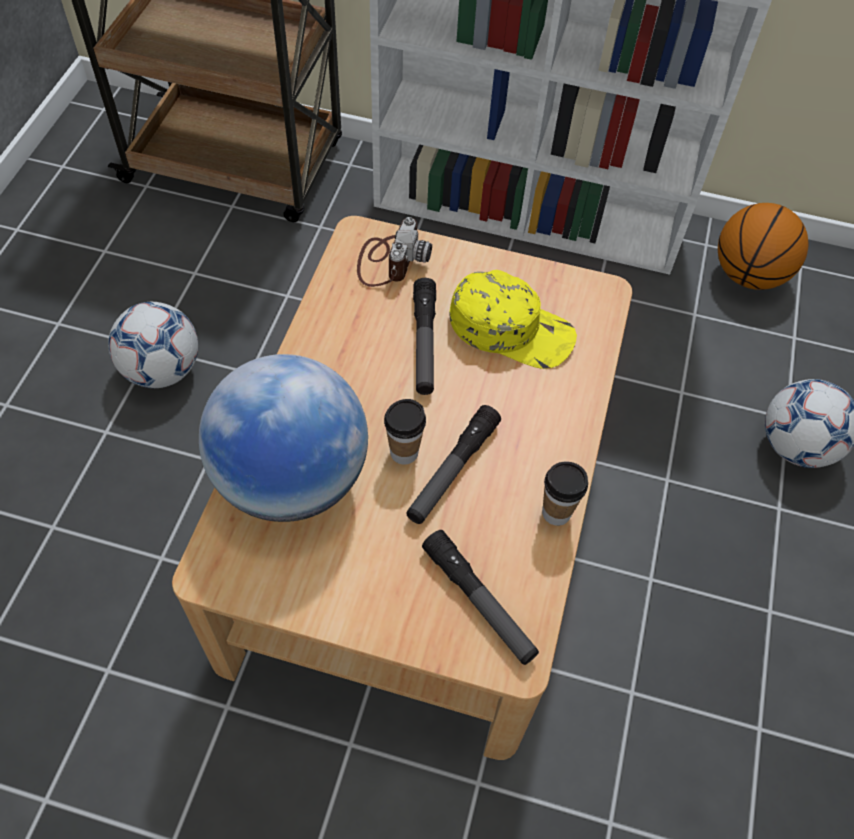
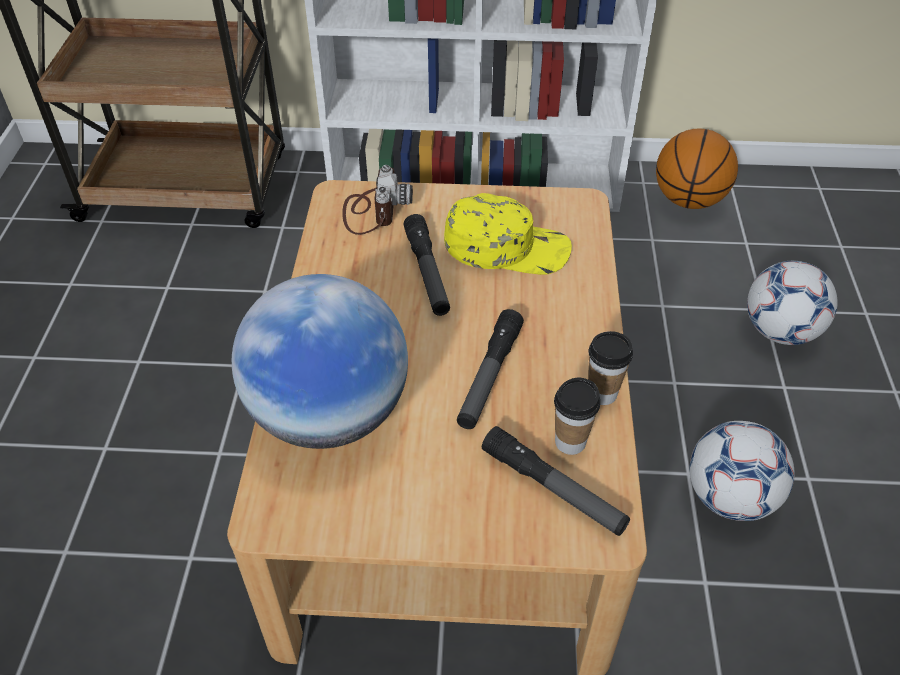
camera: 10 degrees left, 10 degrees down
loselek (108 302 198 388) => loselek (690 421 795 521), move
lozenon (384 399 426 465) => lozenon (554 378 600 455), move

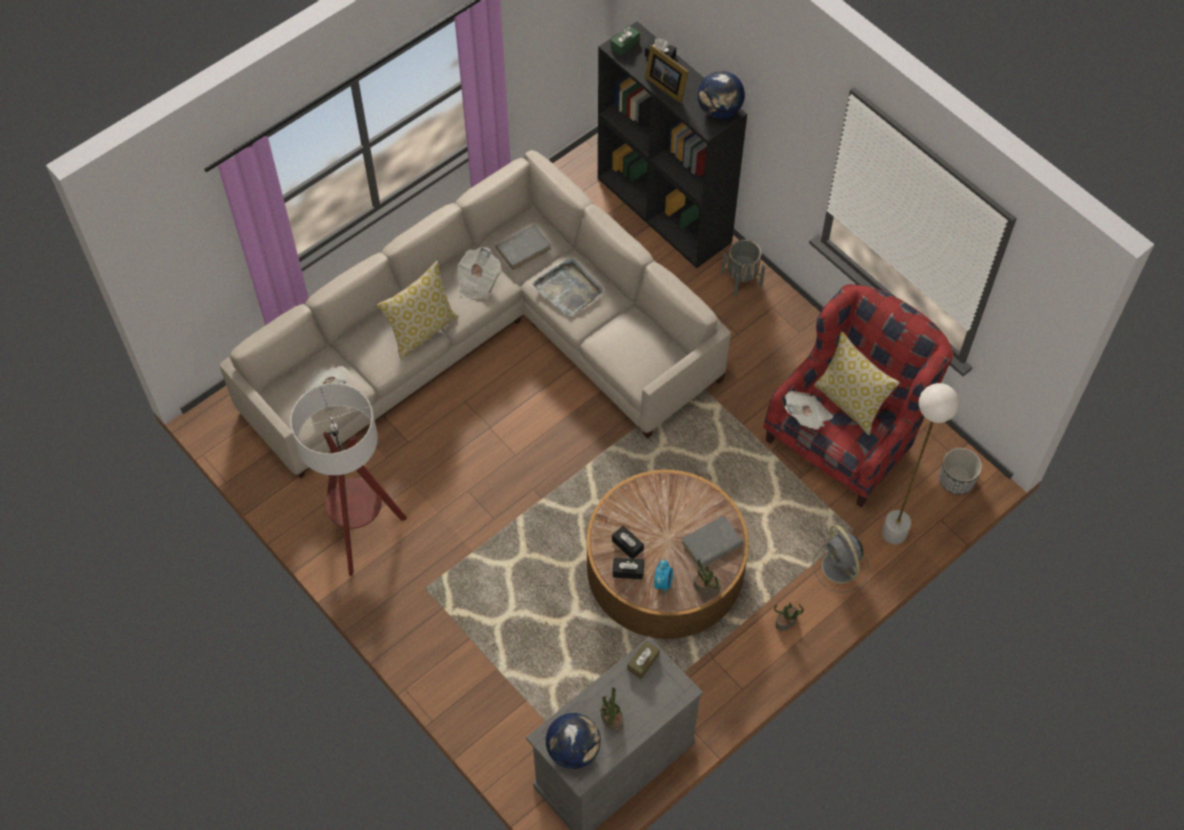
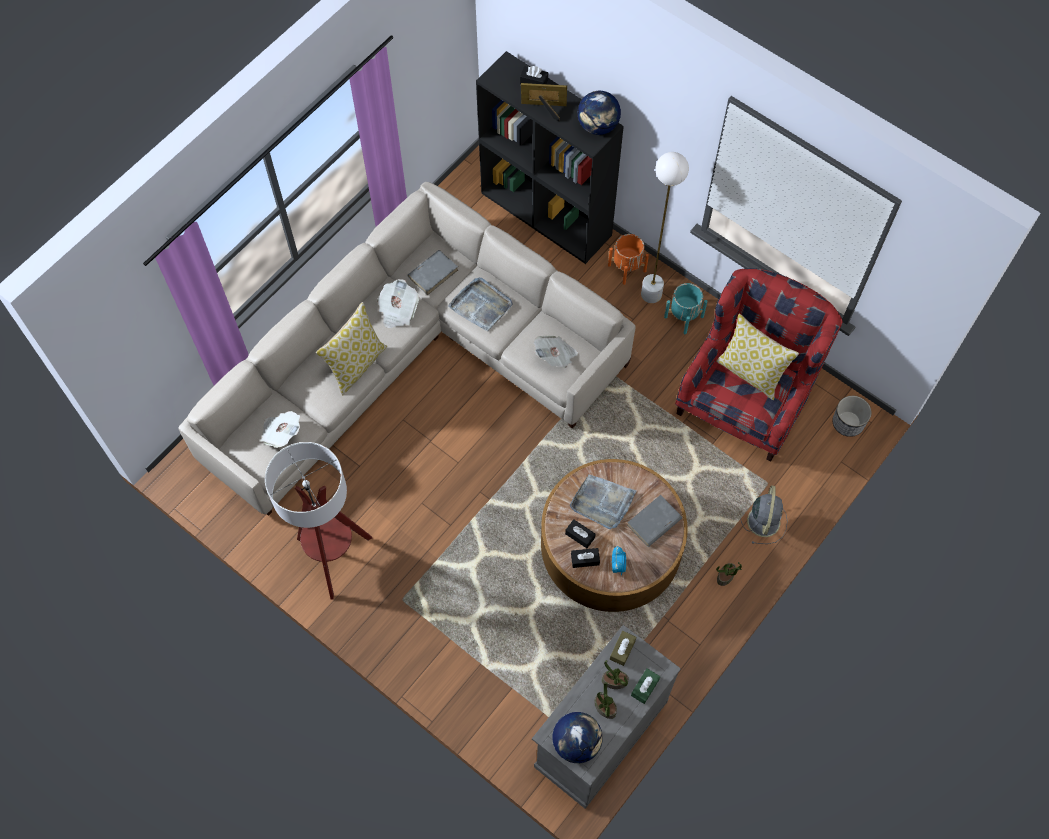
camera: 10 degrees left, 5 degrees up
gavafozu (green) (610 25 640 56) => gavafozu (green) (631 668 660 704), move
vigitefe (645 45 689 103) => vigitefe (521 83 567 121), 150 degrees clockwise
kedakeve (694 559 721 595) => kedakeve (602 660 629 689), move
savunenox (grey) (721 240 765 296) => savunenox (orange) (608 234 649 285)
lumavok (785 391 833 430) => lumavok (534 336 578 368), move
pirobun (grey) (813 525 870 593) => pirobun (grey) (740 485 788 544), 135 degrees counterclockwise
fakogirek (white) (882 383 959 544) => fakogirek (white) (641 152 689 303), move
nothing => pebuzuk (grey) (570 474 636 529)
nothing => savunenox (turquoise) (664 283 707 334)

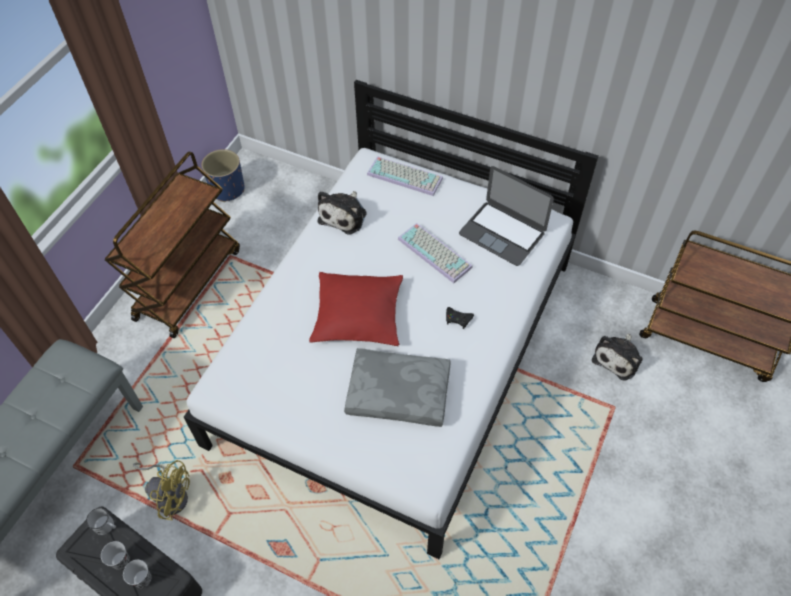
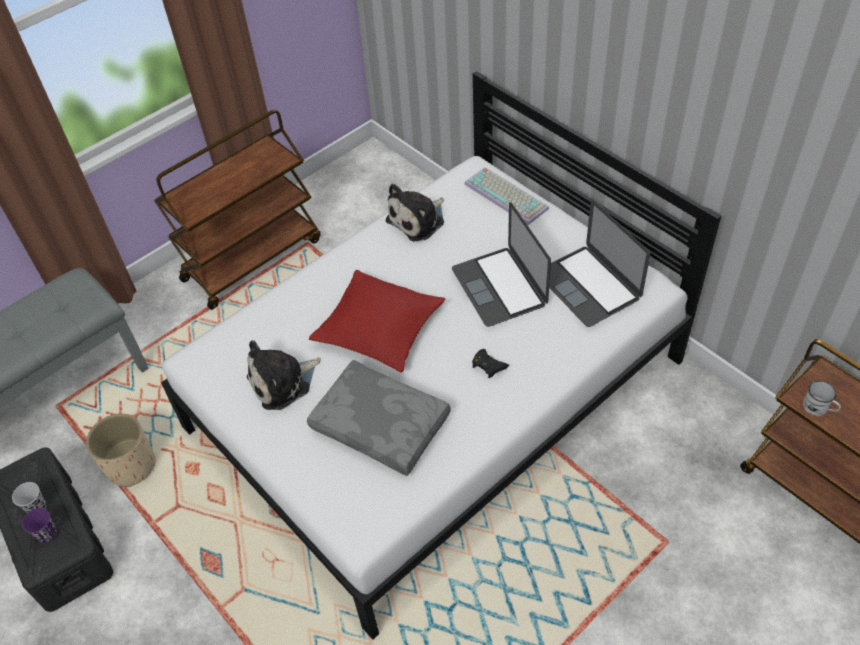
camera: 25 degrees right, 5 degrees down
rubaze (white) (86 508 116 535) => rubaze (white) (803 381 841 416), move
lozenon (black) (123 560 151 588) => lozenon (purple) (22 508 57 543)
pirobun (yellow) (133 460 190 520) => savunenox (beige) (86 414 156 487)
savunenox (blue) (202 149 245 202) => nothing
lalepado (398 223 473 283) => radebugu (452 202 551 327)
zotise (592 333 643 381) => zotise (247 340 321 410), move

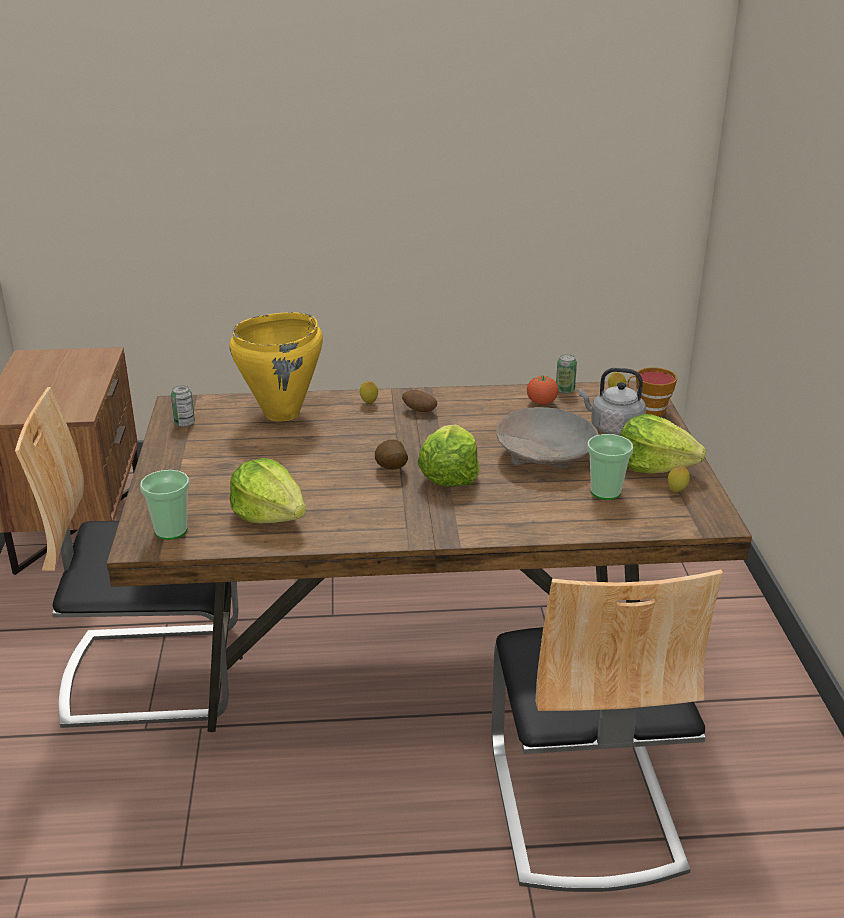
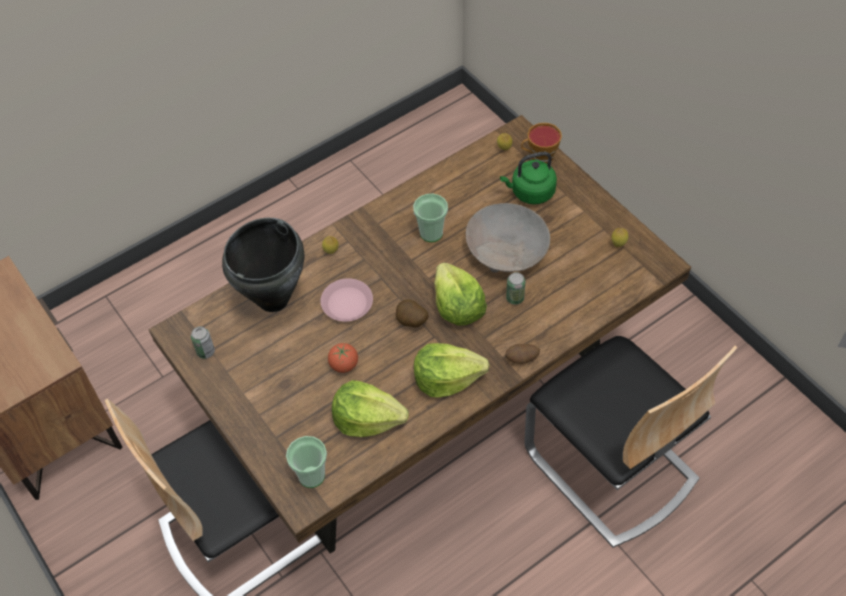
camera: 30 degrees left, 25 degrees up
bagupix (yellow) (230 312 323 421) => bagupix (black) (222 218 304 312)
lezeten (402 390 437 412) => lezeten (505 344 540 364), move
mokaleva (527 375 558 405) => mokaleva (328 343 358 373), move
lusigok (556 354 577 394) => lusigok (506 272 526 305), move
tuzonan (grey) (579 368 646 436) => tuzonan (green) (500 152 557 204)
lozenon (587 434 633 500) => lozenon (413 194 448 242), move
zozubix (620 414 706 474) => zozubix (414 343 490 397), move
nothing => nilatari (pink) (321 278 373 322)

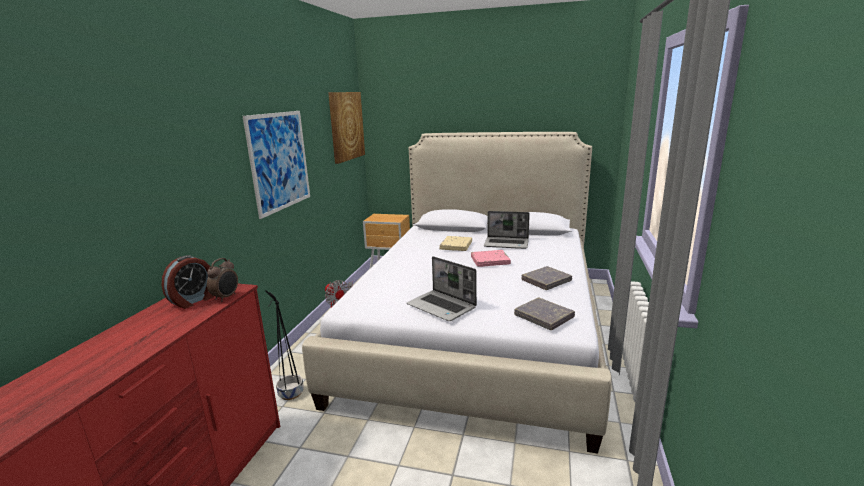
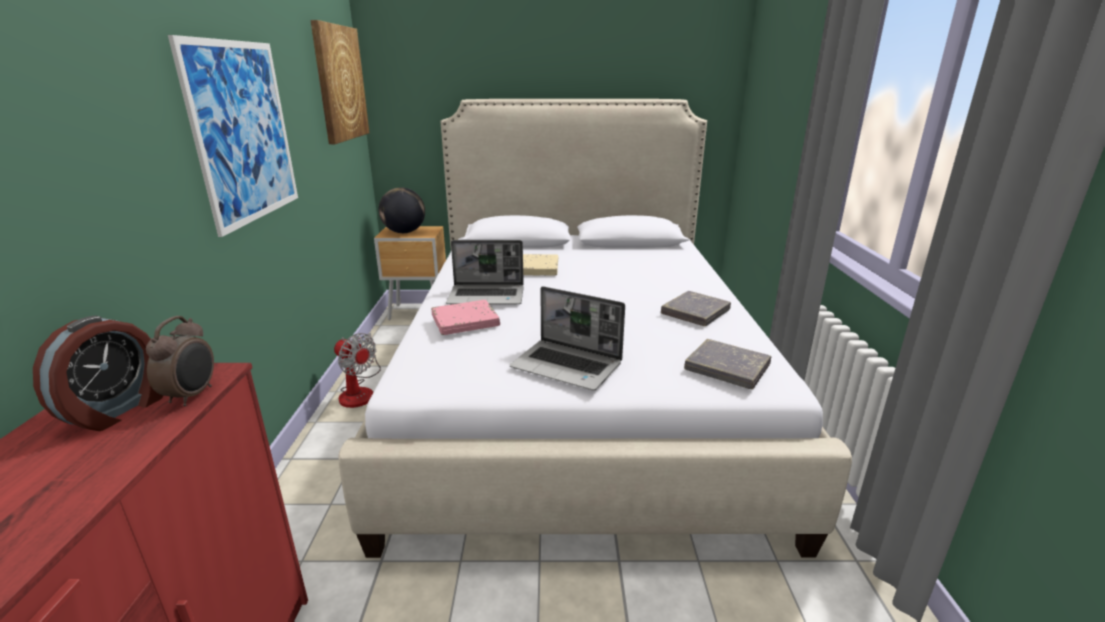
camera: 15 degrees left, 5 degrees up
savunenox (black) (265 290 304 400) => nothing
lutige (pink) (471 250 511 267) => lutige (pink) (431 300 500 335), move
radebugu (484 211 530 249) => radebugu (446 240 524 305), move
nothing => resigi (379 187 425 233)

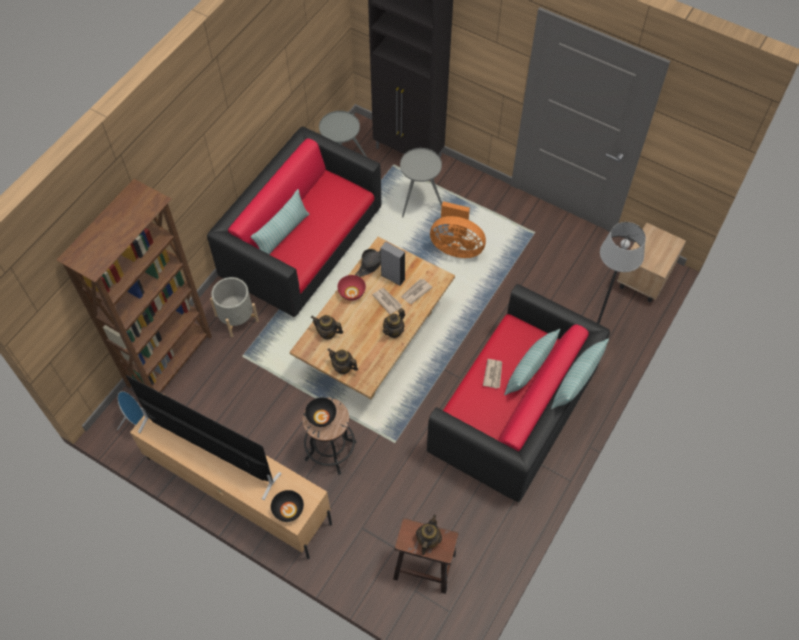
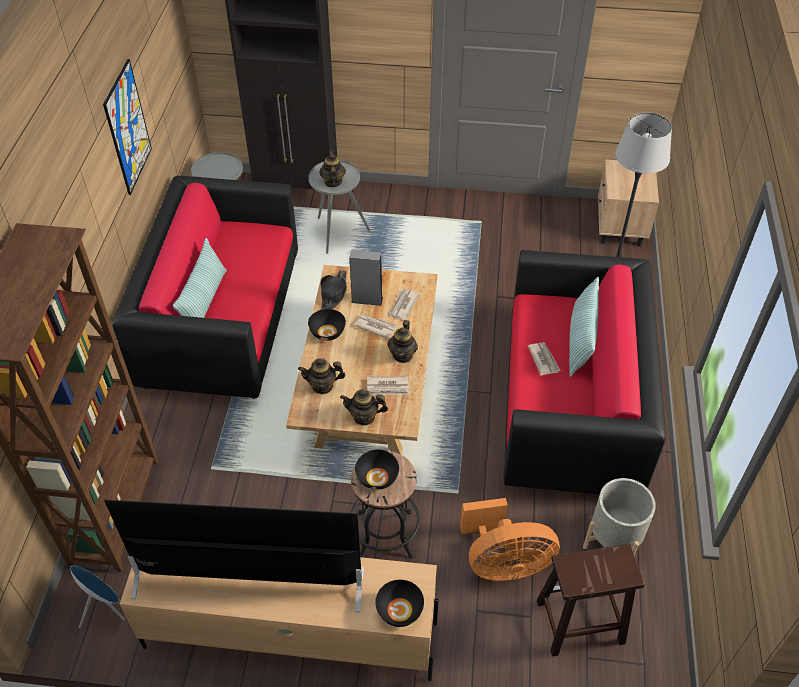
camera: 25 degrees left, 10 degrees down
savunenox (grey) (210 277 259 338) => savunenox (grey) (583 478 656 556), move
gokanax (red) (337 275 366 301) => gokanax (black) (308 309 346 341)
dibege (416 515 442 555) => dibege (319 151 346 187), move
pirobun (orange) (430 201 486 258) => pirobun (orange) (460 498 560 581), move
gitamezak (551 338 609 409) => nothing
nothing => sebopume (103 59 152 195)
nothing => lumavok (367 376 409 395)

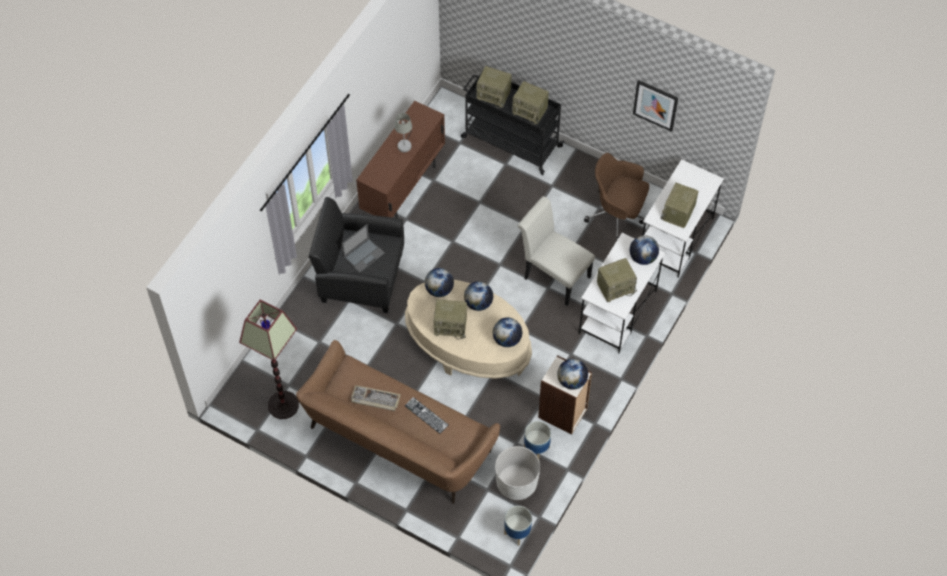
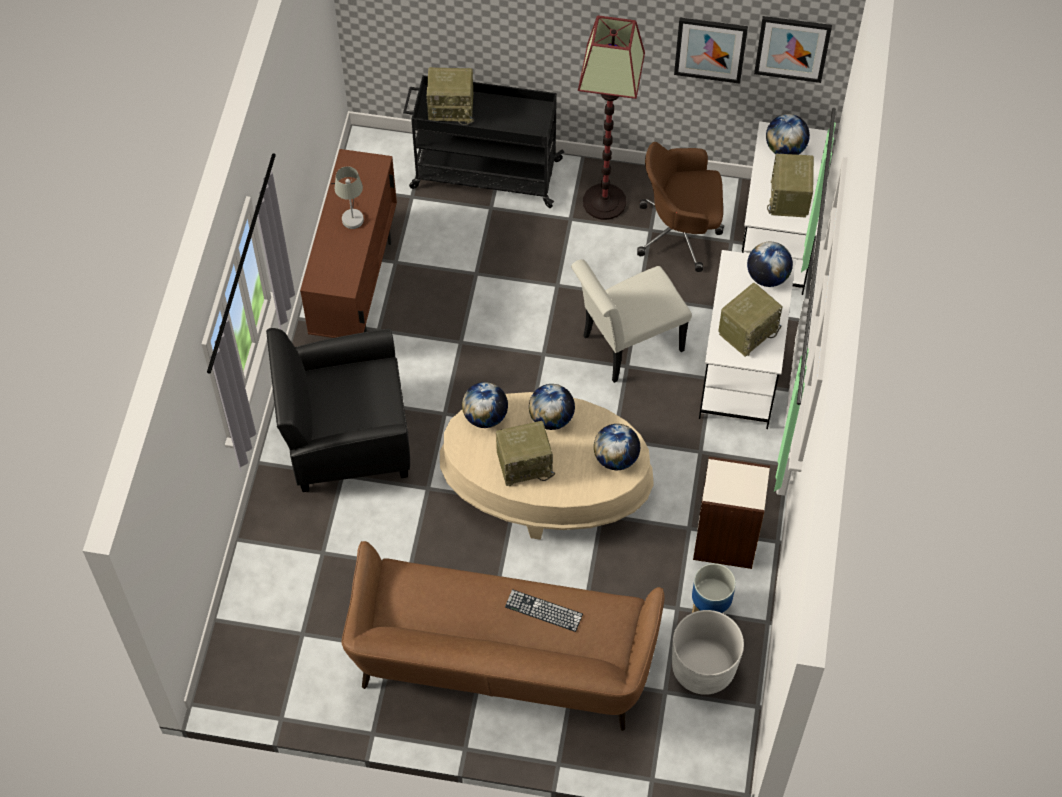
camera: 20 degrees left, 0 degrees up
fakogirek (239 299 299 419) => fakogirek (578 15 645 220), move
radebugu (342 224 385 273) => nothing
lalepado (351 385 401 411) => nothing
savunenox (504 506 532 545) => nothing
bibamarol (512 81 549 124) => nothing
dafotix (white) (517 196 595 306) => dafotix (white) (571 259 692 383), 45 degrees counterclockwise
resigi (557 359 588 390) => resigi (766 114 810 155), move
nothing => sebopume (754 16 832 83)

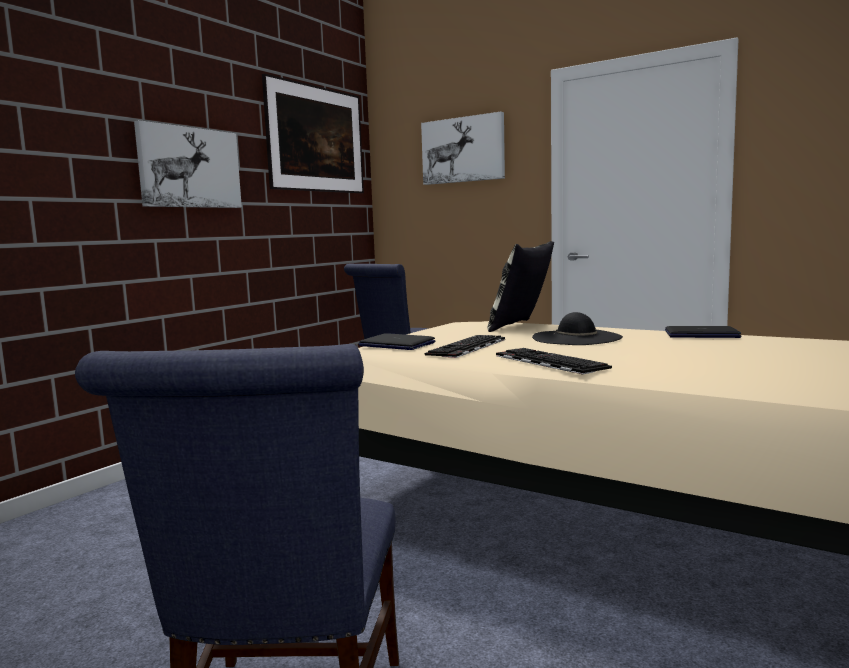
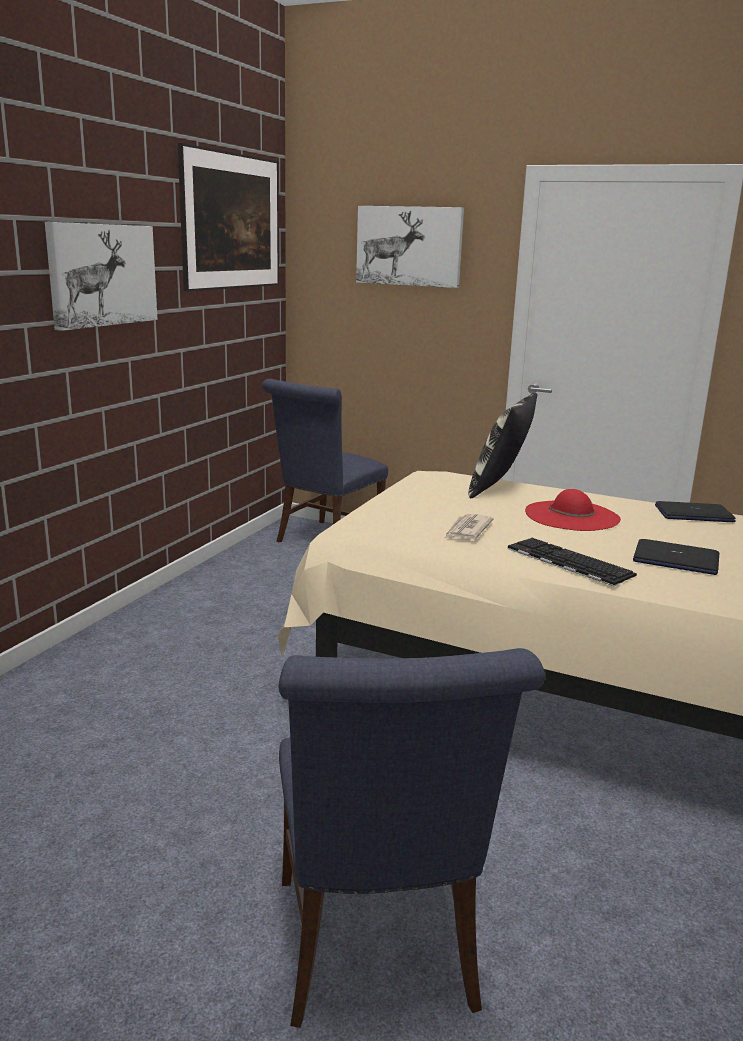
camera: 10 degrees left, 10 degrees up
radebugu (358 333 436 350) => radebugu (633 539 719 575), move
lalepado (425 335 505 358) => lumavok (445 514 494 540)
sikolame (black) (532 312 623 345) => sikolame (red) (525 489 621 531)

